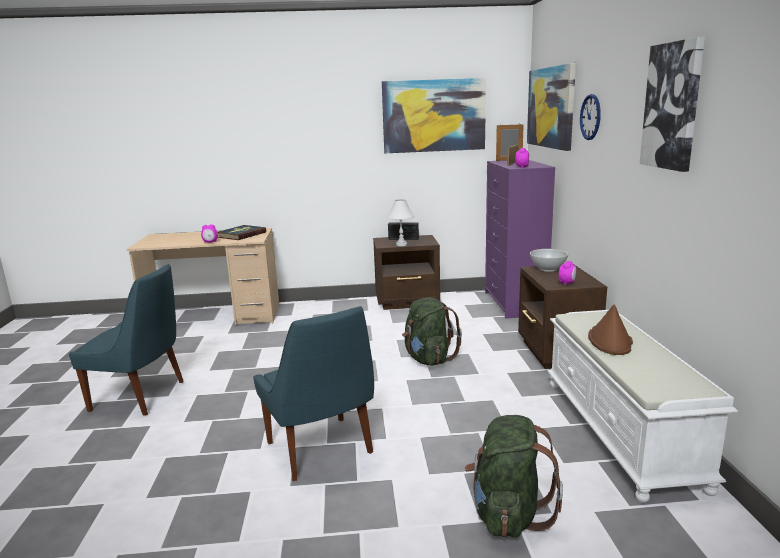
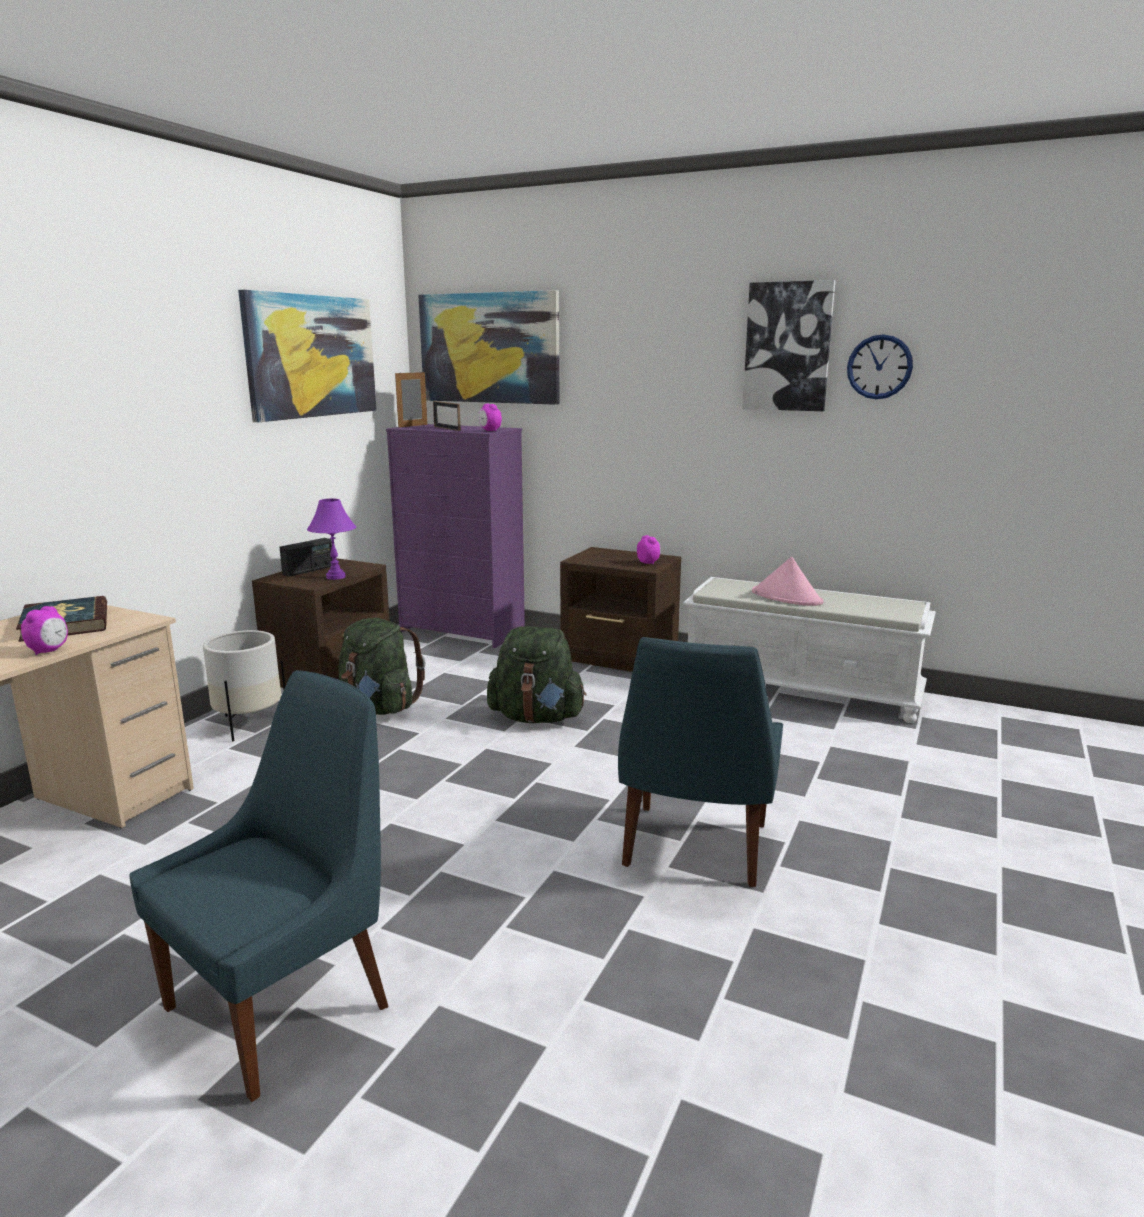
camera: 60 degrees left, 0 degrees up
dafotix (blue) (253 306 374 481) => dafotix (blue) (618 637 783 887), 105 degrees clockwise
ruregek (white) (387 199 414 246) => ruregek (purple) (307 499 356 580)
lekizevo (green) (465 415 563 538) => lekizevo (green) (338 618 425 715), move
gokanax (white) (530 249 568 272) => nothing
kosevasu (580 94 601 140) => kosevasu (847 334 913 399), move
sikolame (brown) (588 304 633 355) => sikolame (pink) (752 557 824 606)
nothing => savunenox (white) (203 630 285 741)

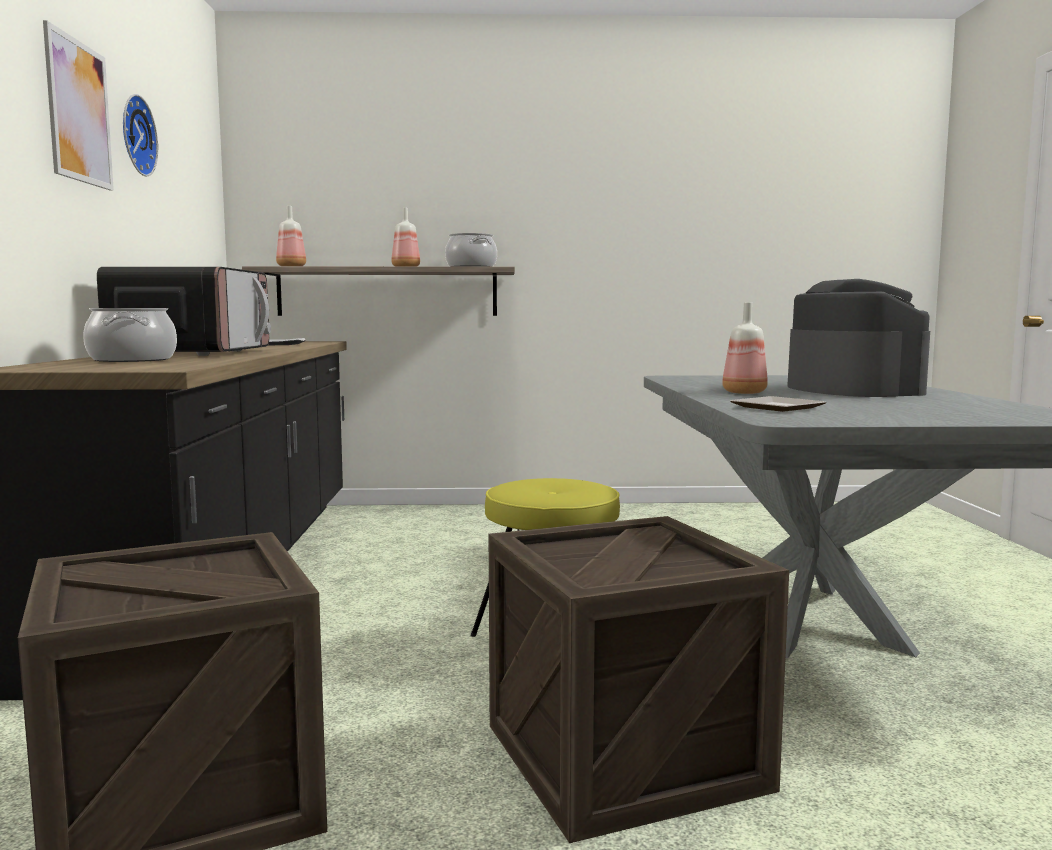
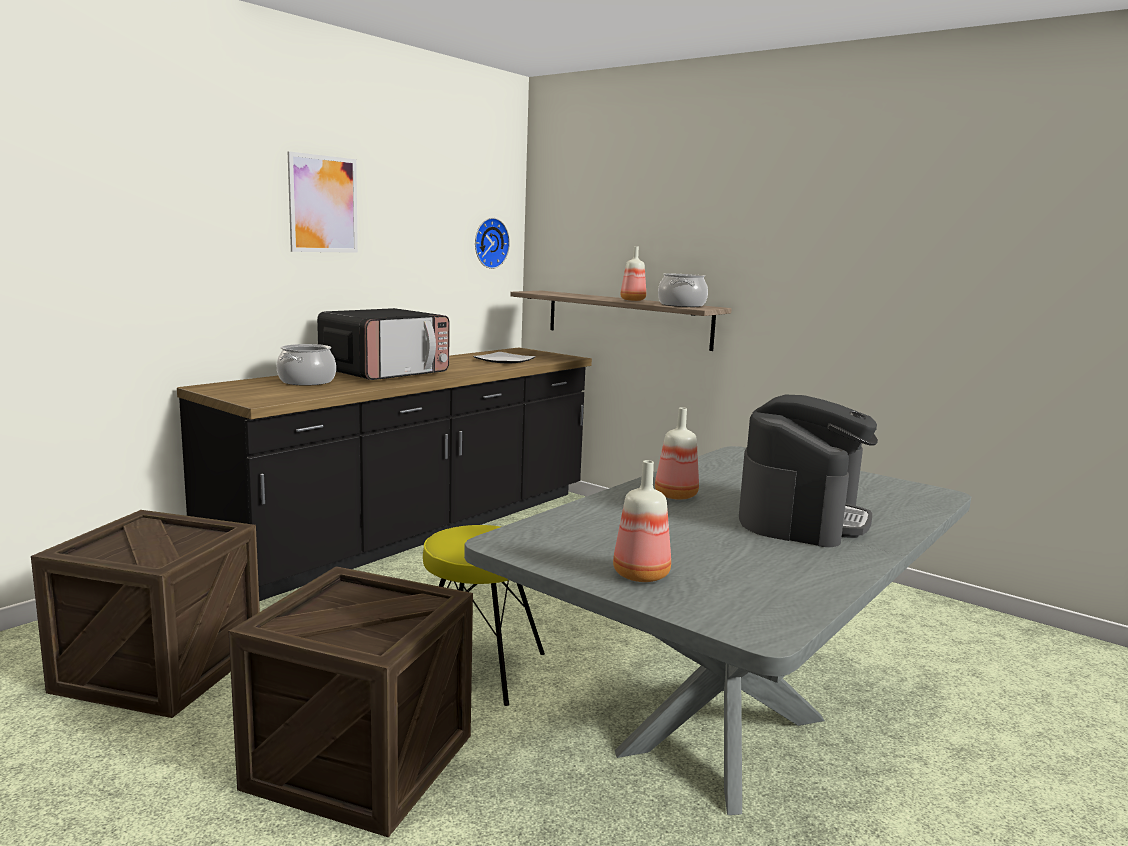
camera: 40 degrees right, 5 degrees up
kosevasu (123 94 158 176) => kosevasu (475 218 510 269), move
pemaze (276 206 306 266) => pemaze (613 460 671 582), move
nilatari (731 396 826 412) => nothing

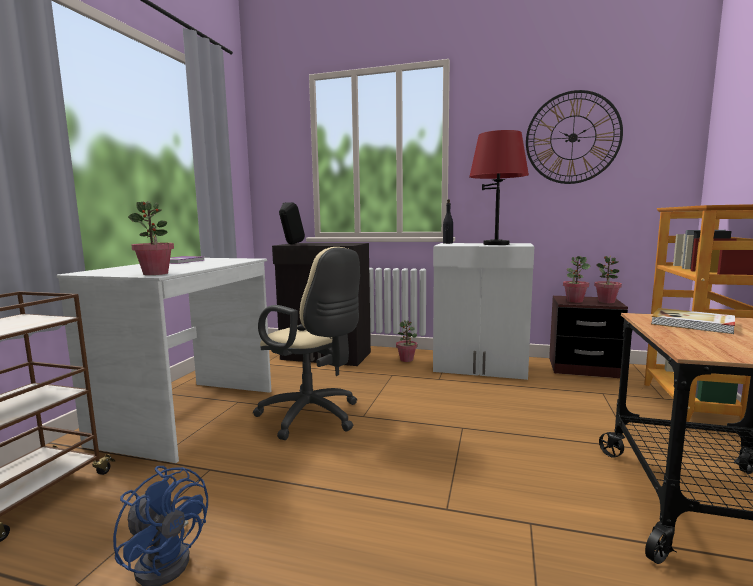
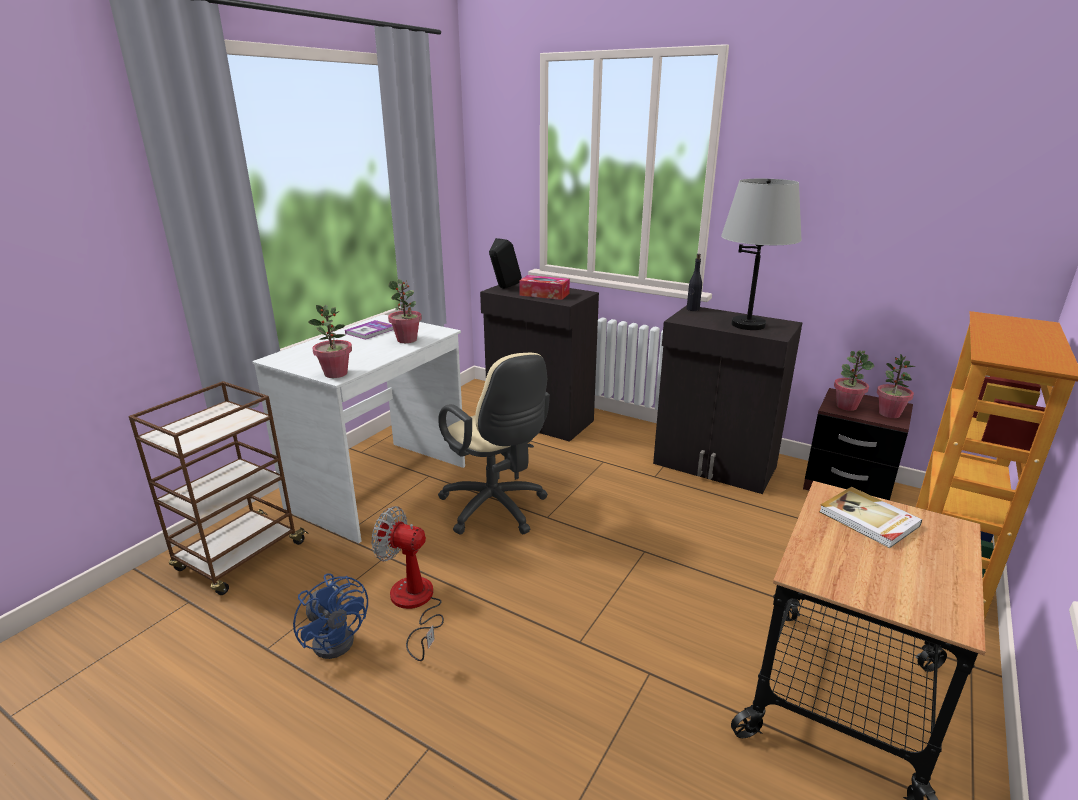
camera: 15 degrees right, 15 degrees up
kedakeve (396 320 417 362) => kedakeve (388 279 422 343), move
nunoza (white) (433 243 534 380) => nunoza (black) (653 305 803 494)
ruregek (red) (469 130 529 245) => ruregek (grey) (721 179 802 330)
kosevasu (526 90 623 184) => nothing
nothing => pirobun (371 506 444 661)
nothing => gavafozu (519 275 570 300)

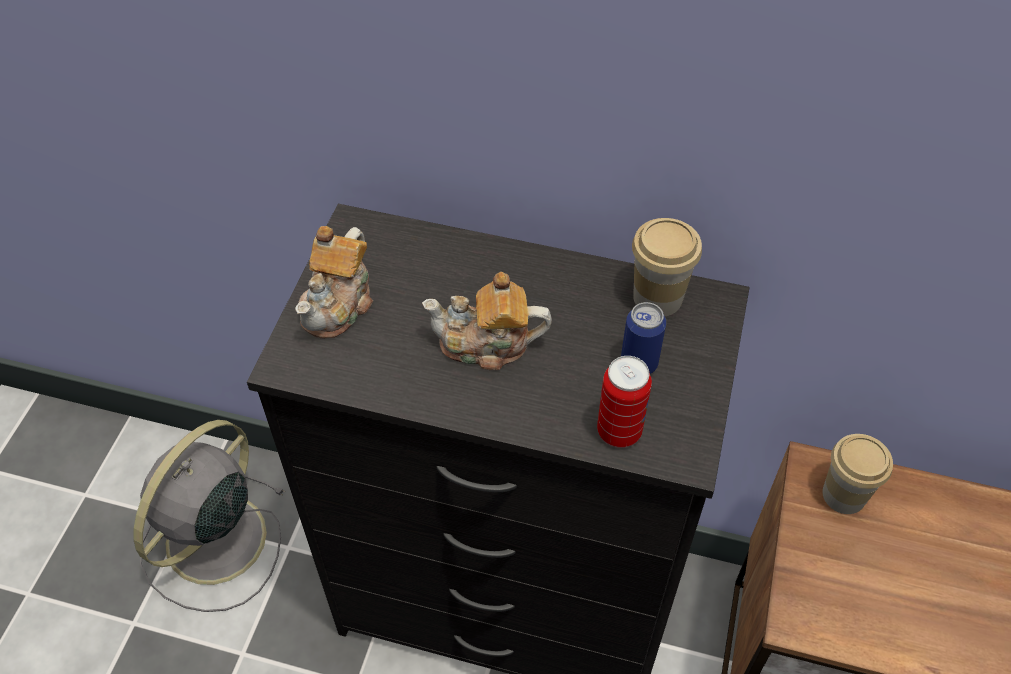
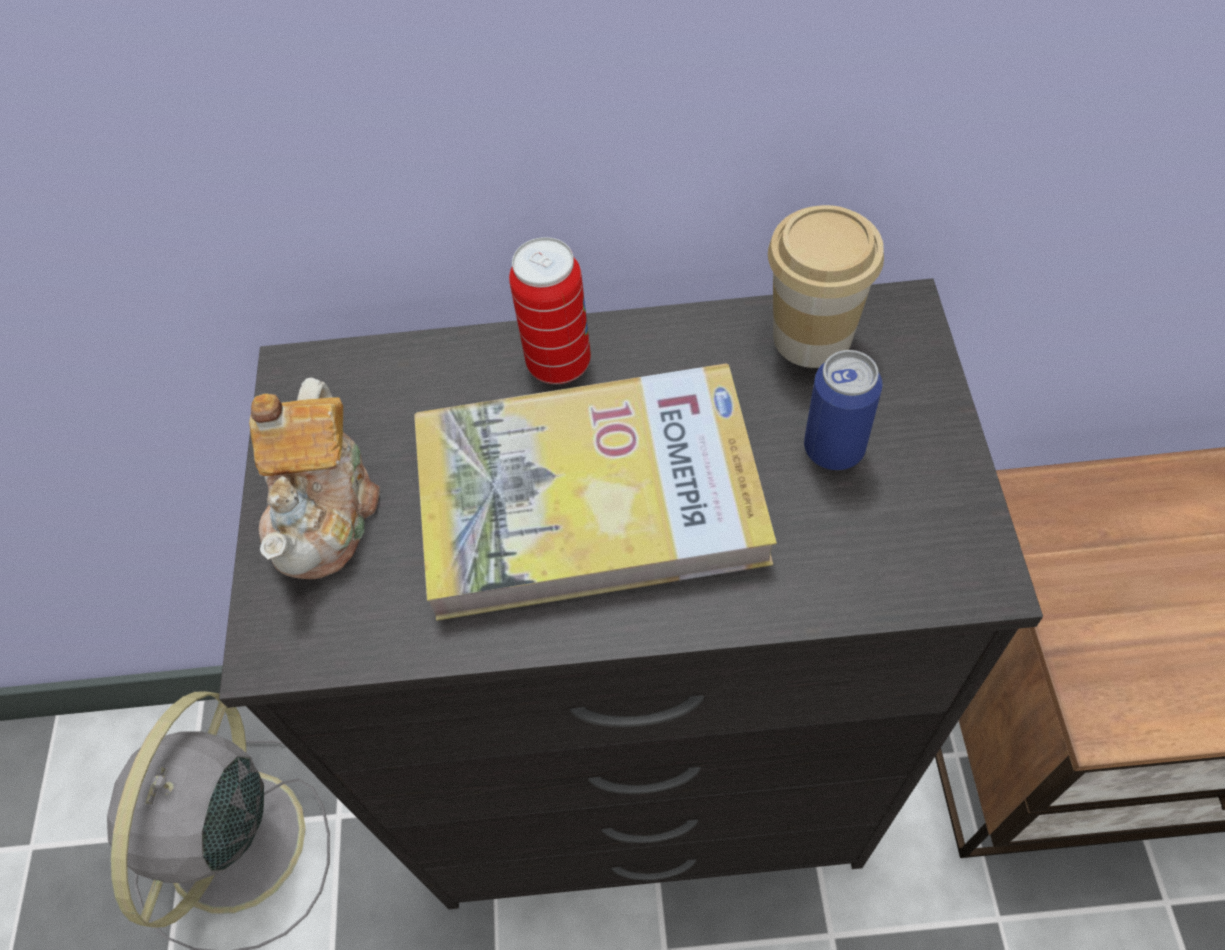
camera: 15 degrees left, 5 degrees up
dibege (422 272 552 371) => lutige (414 364 777 621)
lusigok (597 356 652 448) => lusigok (509 237 591 384), move
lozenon (822 434 893 514) => nothing

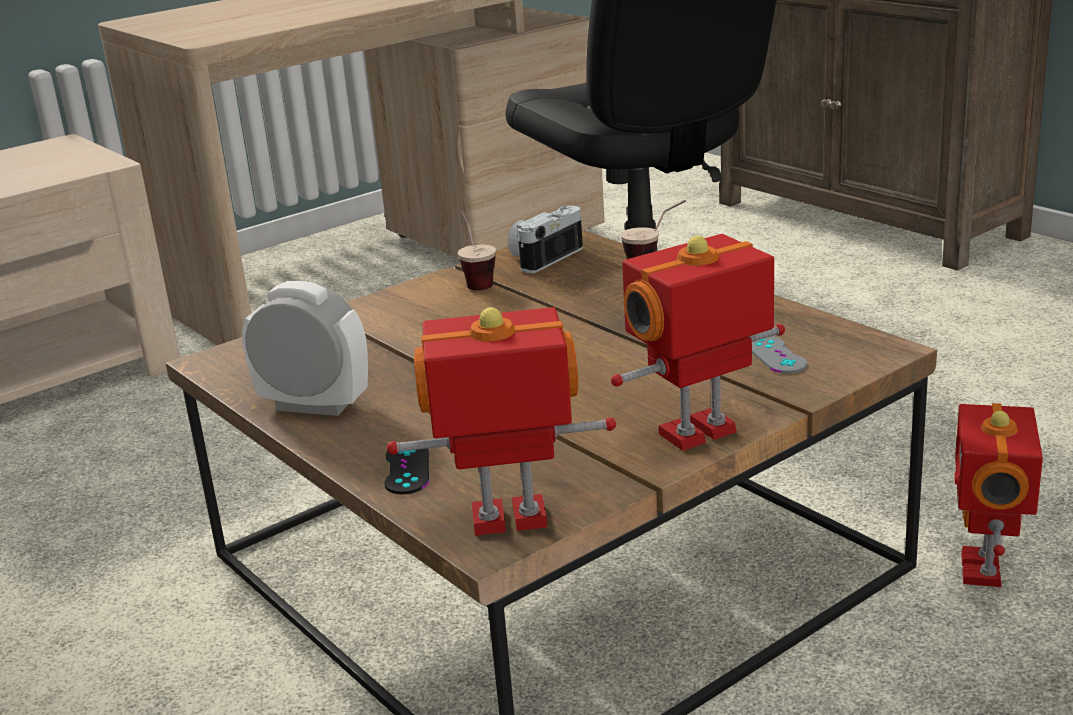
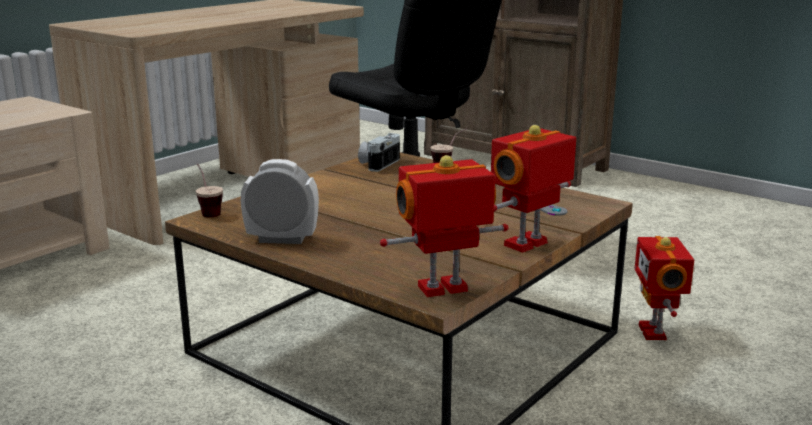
camera: 15 degrees left, 5 degrees down
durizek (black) (384 442 429 494) => nothing
lozenon (458 211 496 290) => lozenon (196 163 223 217), move

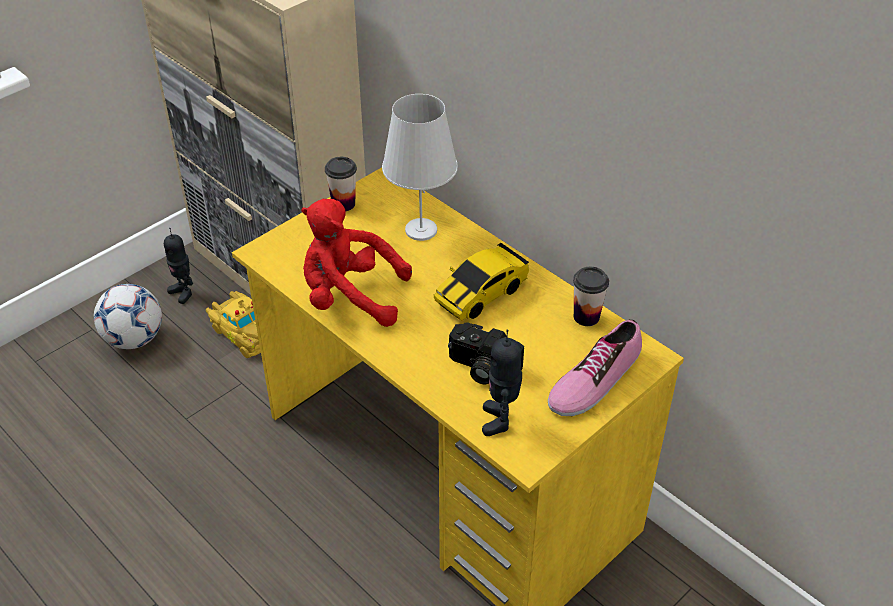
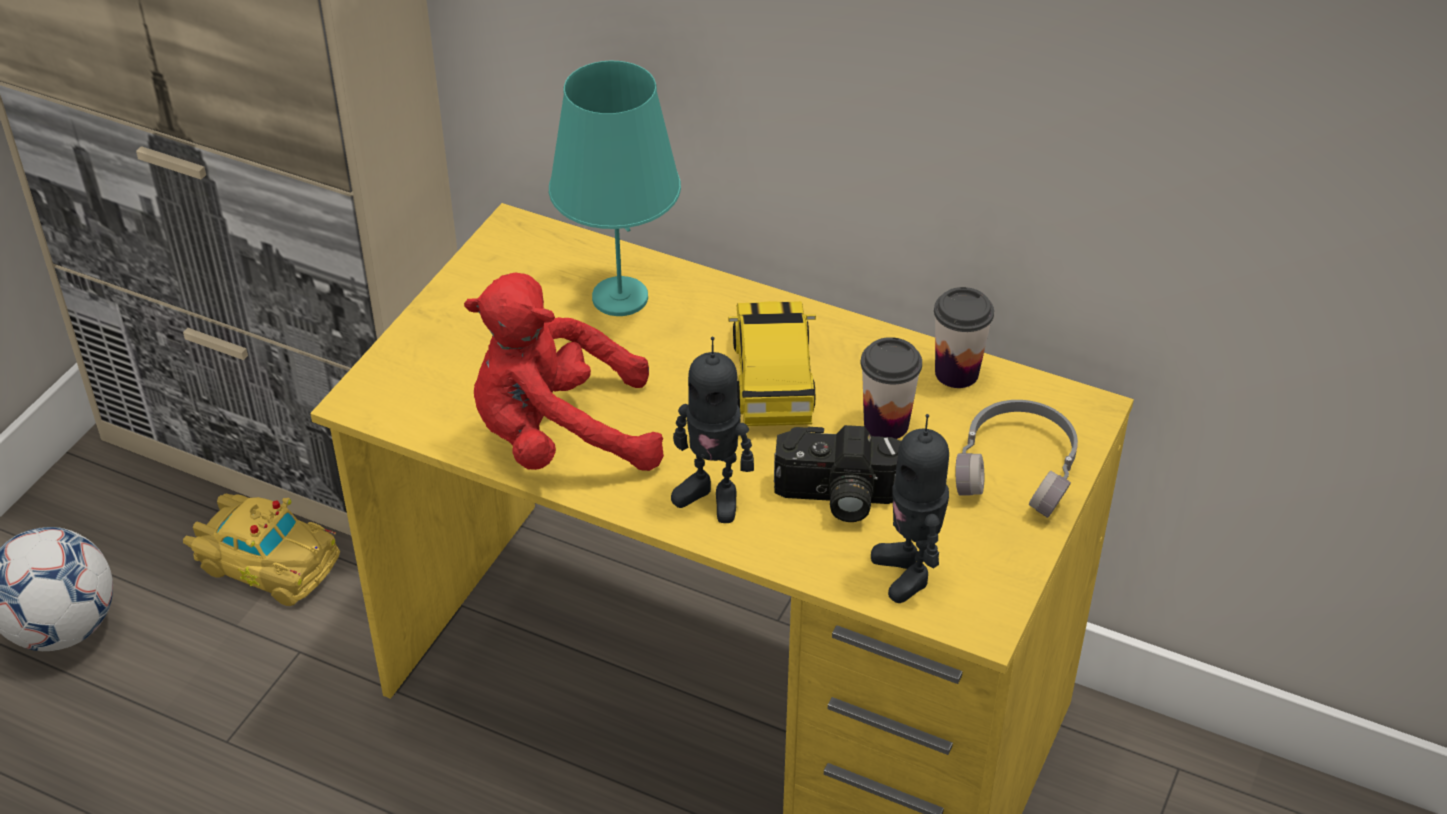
camera: 20 degrees left, 0 degrees up
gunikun (164 228 193 304) => gunikun (671 337 754 523), move
lozenon (325 157 357 211) => lozenon (861 337 922 439), move
ruregek (white) (382 94 458 241) => ruregek (turquoise) (549 61 681 316)
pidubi (434 243 529 321) => pidubi (729 301 816 426), 150 degrees clockwise
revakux (548 320 642 416) => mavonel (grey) (955 400 1078 518)

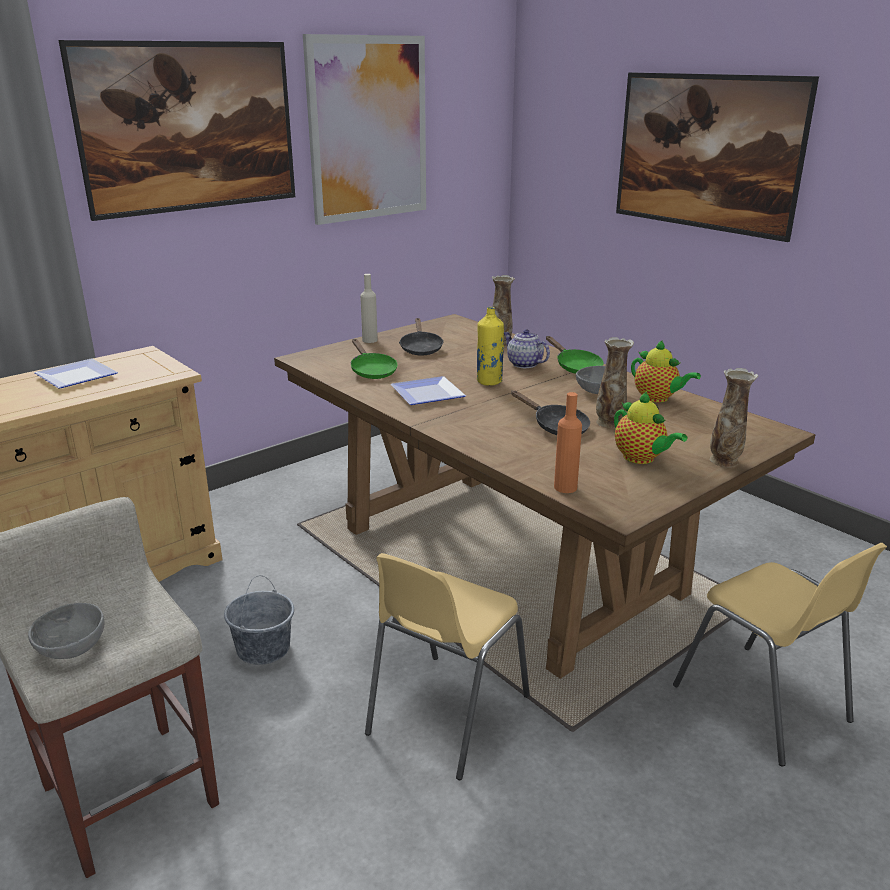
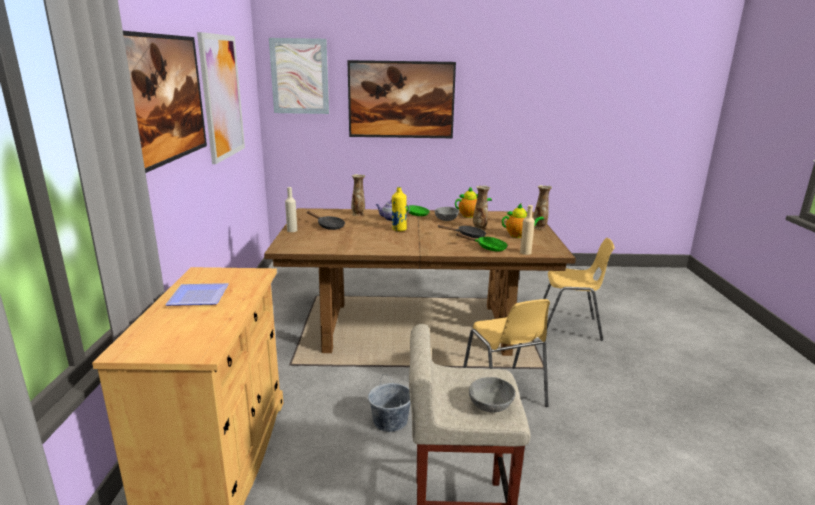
camera: 50 degrees left, 5 degrees down
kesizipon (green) (351 339 398 379) => kesizipon (green) (457 233 508 252), move
nilatari (391 376 466 405) => nothing
pemaze (orange) (554 392 582 493) => pemaze (beige) (520 205 535 255)
nothing => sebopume (269 38 329 114)

